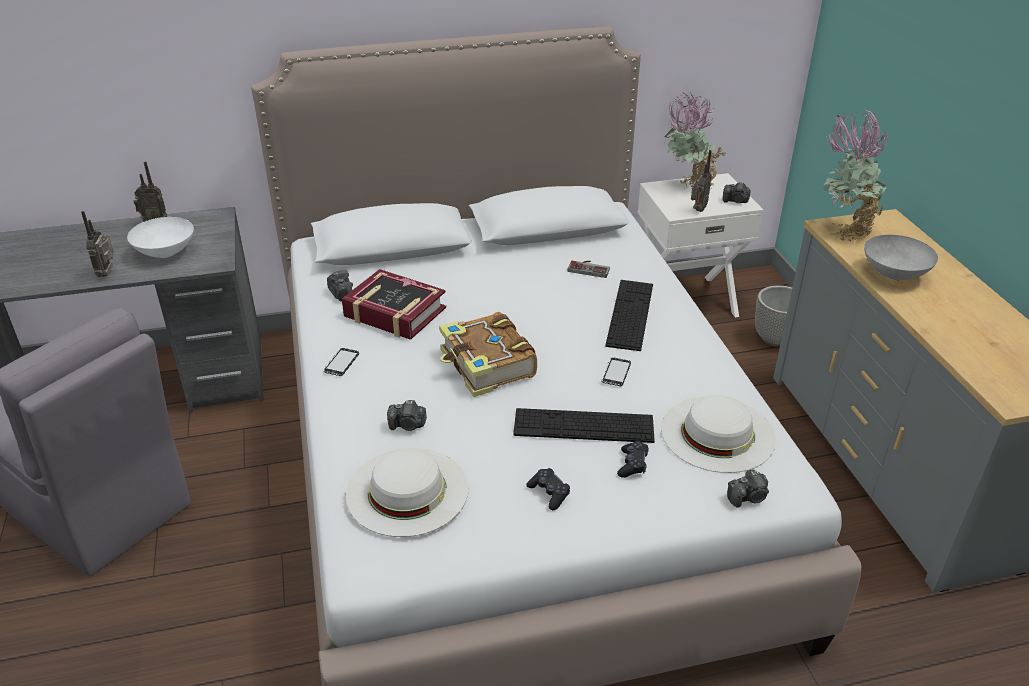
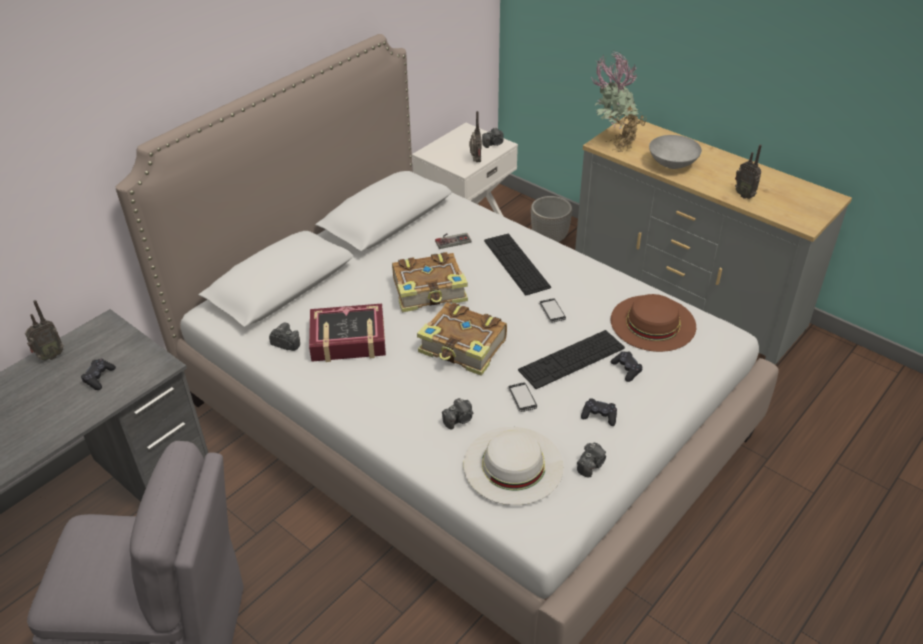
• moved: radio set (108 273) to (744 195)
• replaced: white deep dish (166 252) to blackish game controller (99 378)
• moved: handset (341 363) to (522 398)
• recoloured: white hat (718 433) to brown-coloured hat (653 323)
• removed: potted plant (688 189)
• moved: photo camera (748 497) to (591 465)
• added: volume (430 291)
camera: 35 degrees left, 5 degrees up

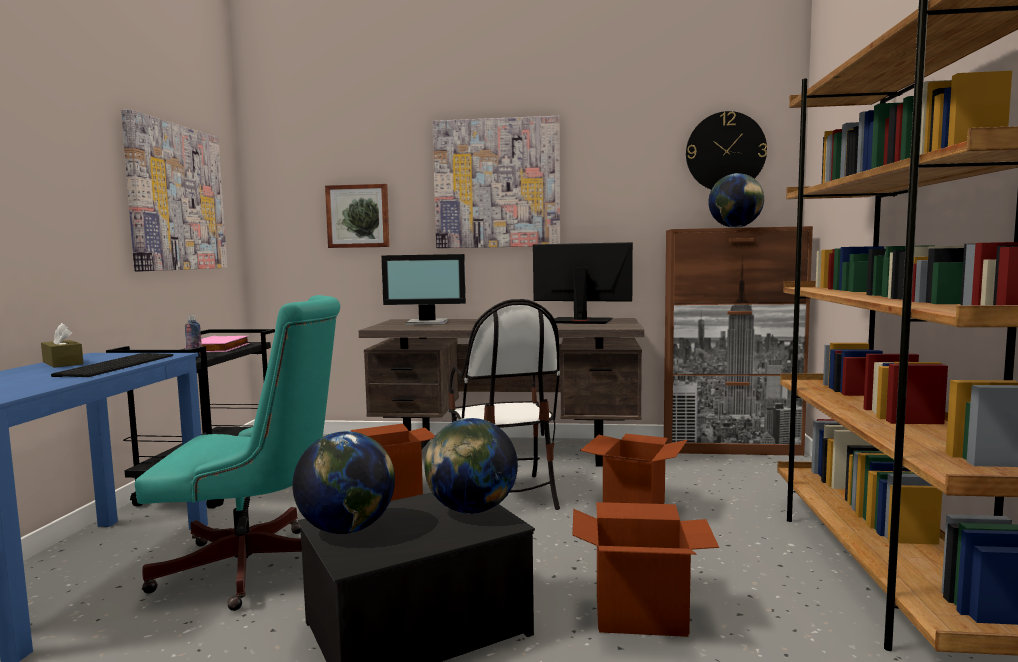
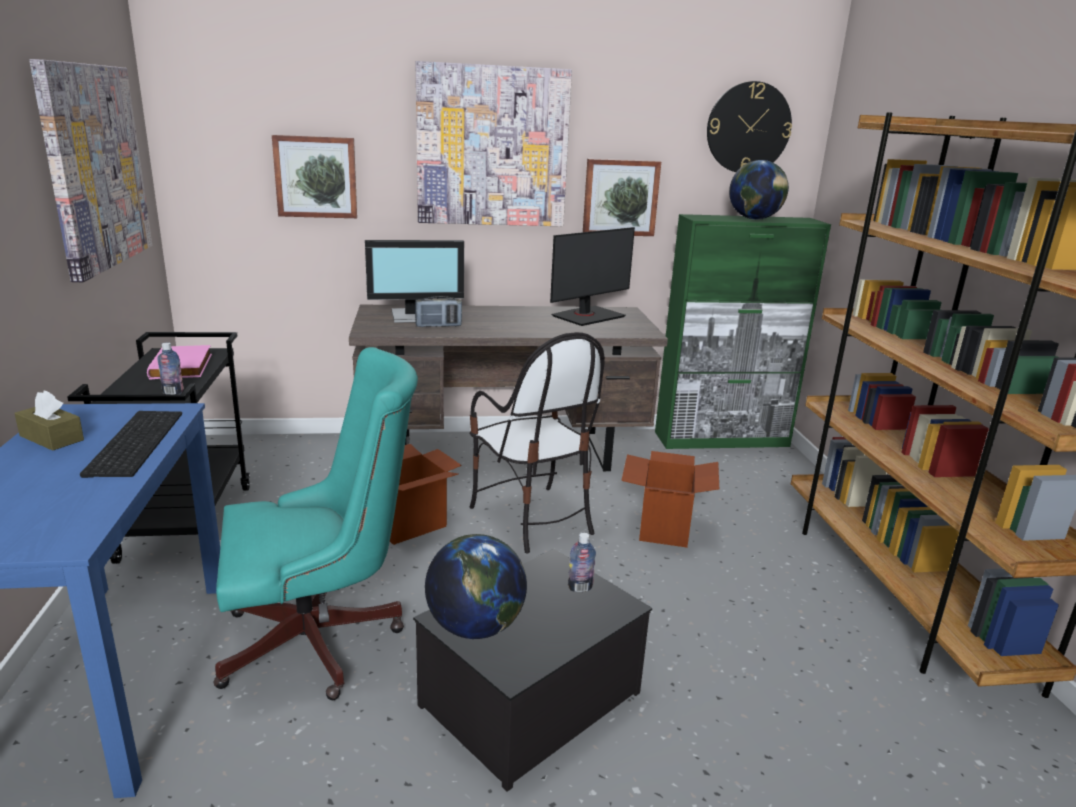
• replaced: globe (472 510) to drink bottle (580 588)
• turned: monitor (581 321) = (587 316) 135 degrees clockwise
• removed: packing box (641 615)
• recoloured: brown-coloured cabinet (732 448) to green cabinet (722 439)
• added: radio set (438 326)
• added: wall art (620 197)
camera: 15 degrees left, 15 degrees up

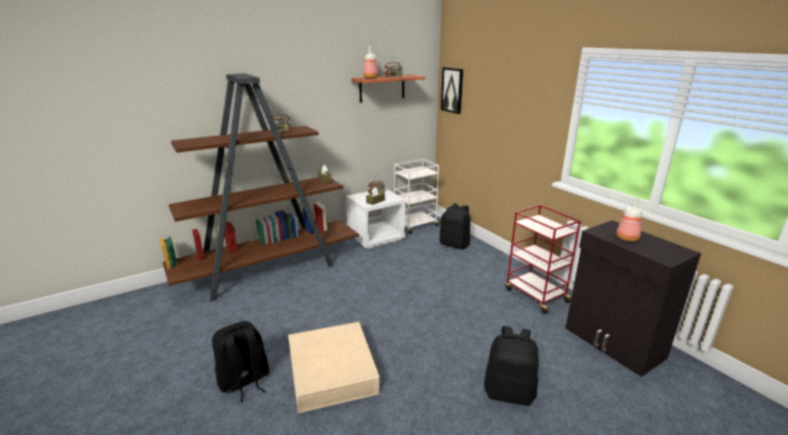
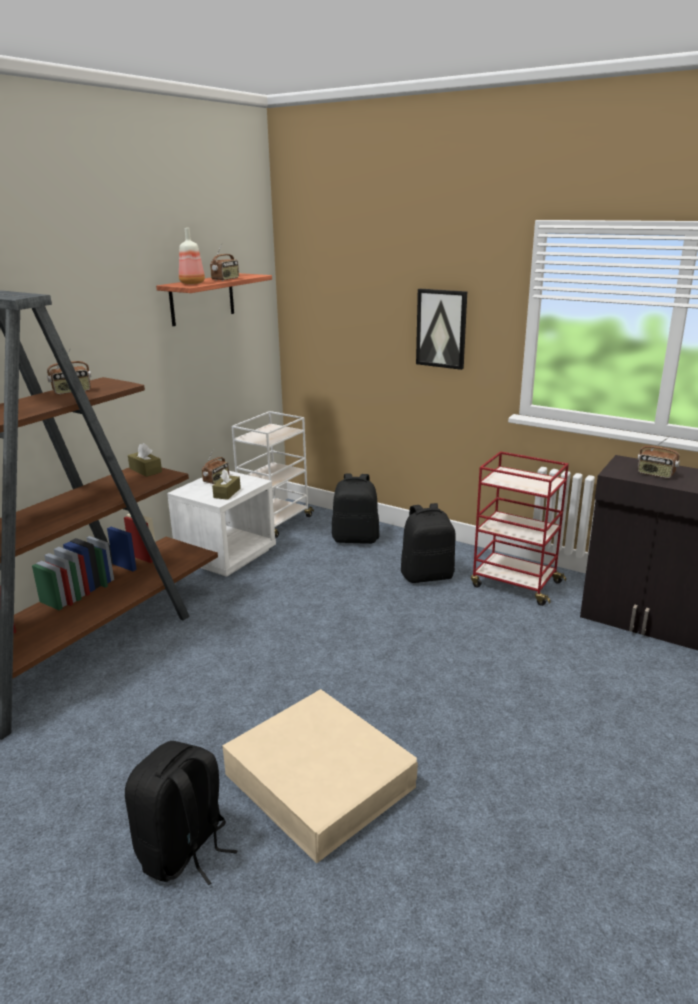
• moved: wall art (452 90) to (441 328)
• moved: blackish rucksack (509 392) to (427 575)
• replaced: drink bottle (627 238) to radio set (655 474)
camera: 25 degrees left, 0 degrees up

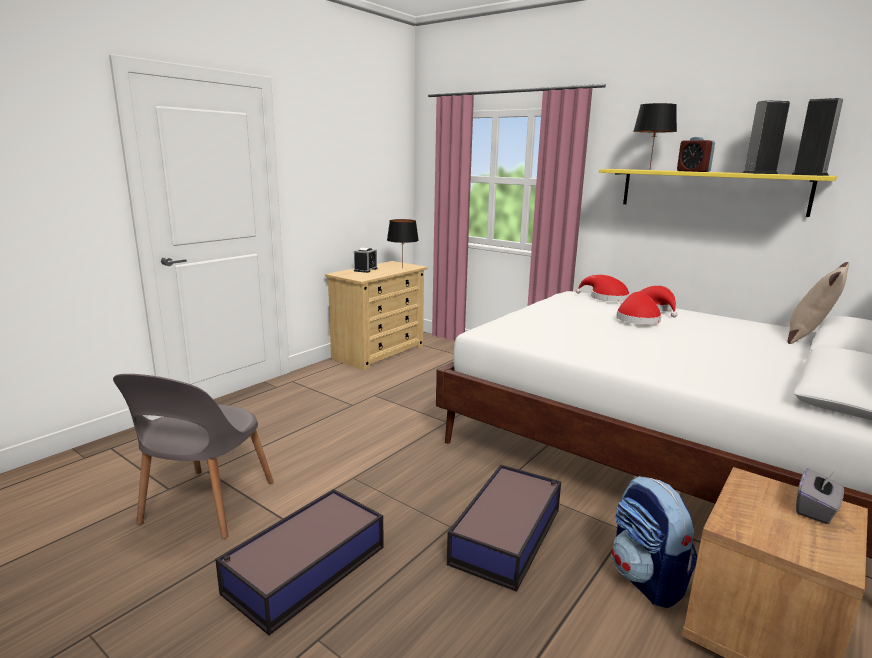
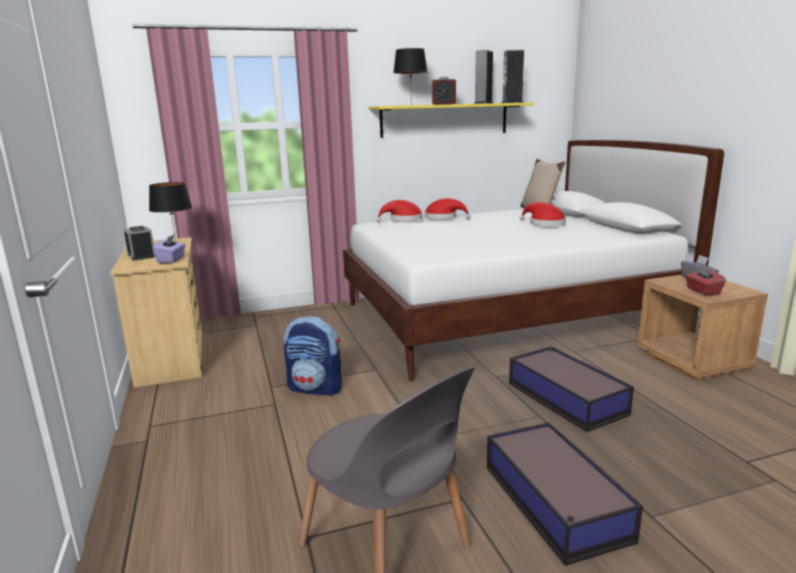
• moved: rucksack (646 579) to (316 388)
• moved: reddish hat (637 319) to (544 223)
• added: purplish tissue box (171 260)
• added: reddish tissue box (702 291)
camera: 55 degrees left, 0 degrees up

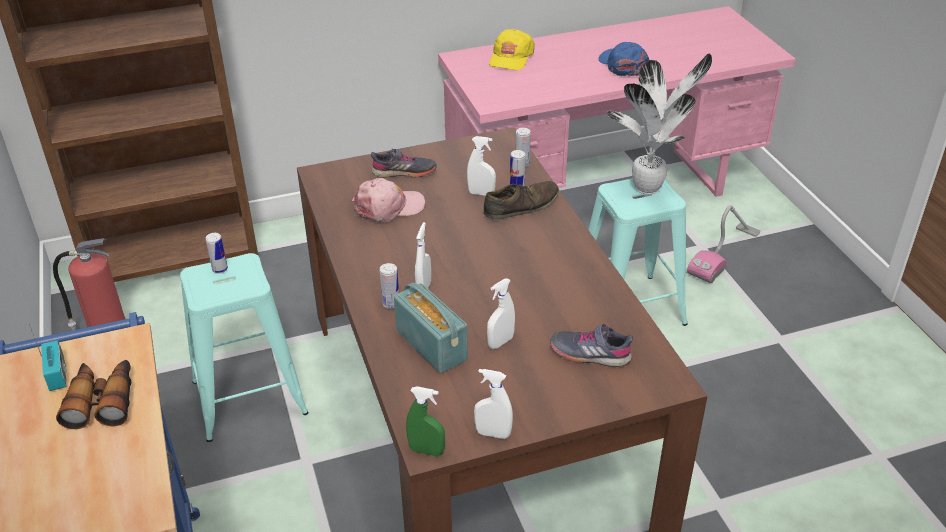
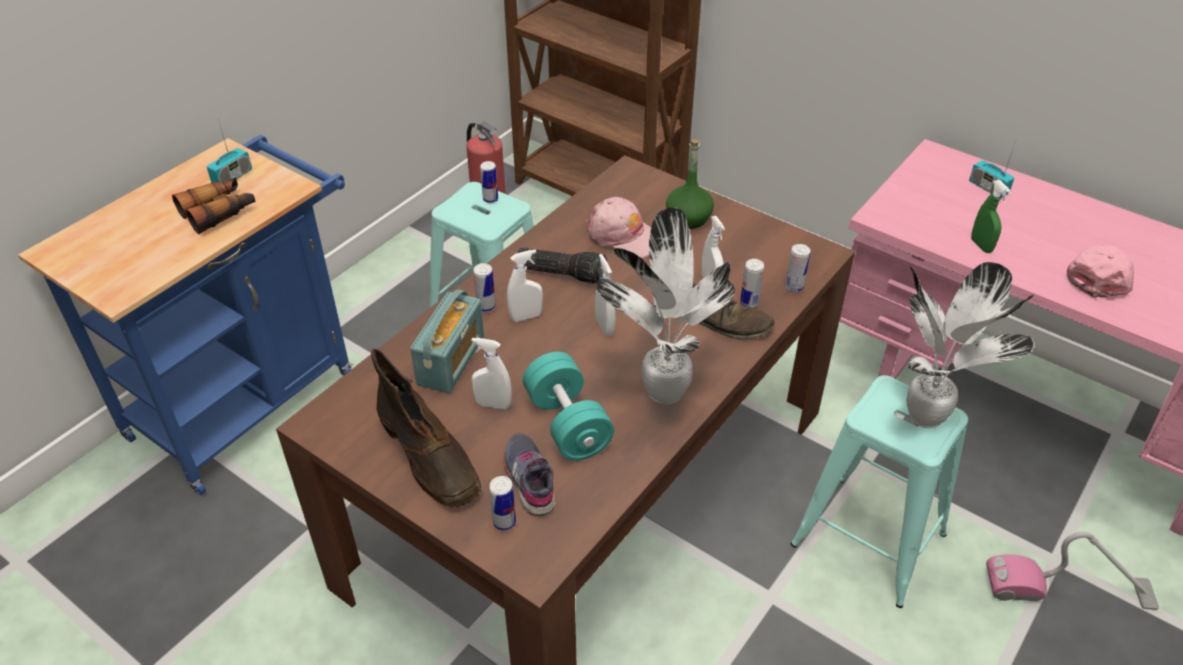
• replaced: grey item of footwear (404 172) to green drink bottle (688 218)
• moved: green hand sprayer (426 451) to (981 245)
• moved: white hand sprayer (493 434) to (604 326)
• replaced: yellow-coloured peaked cap (511 58) to radio set (988 188)
• recoloured: blue-coloured peaked cap (622 65) to pink-coloured peaked cap (1100 275)
• added: brown-coloured tall boot (430 457)
• added: sealed can (504 522)
• added: torch (562 273)
• added: turquoise-coloured hand weight (567 424)
• added: potted plant (662 394)
camera: 55 degrees right, 5 degrees up

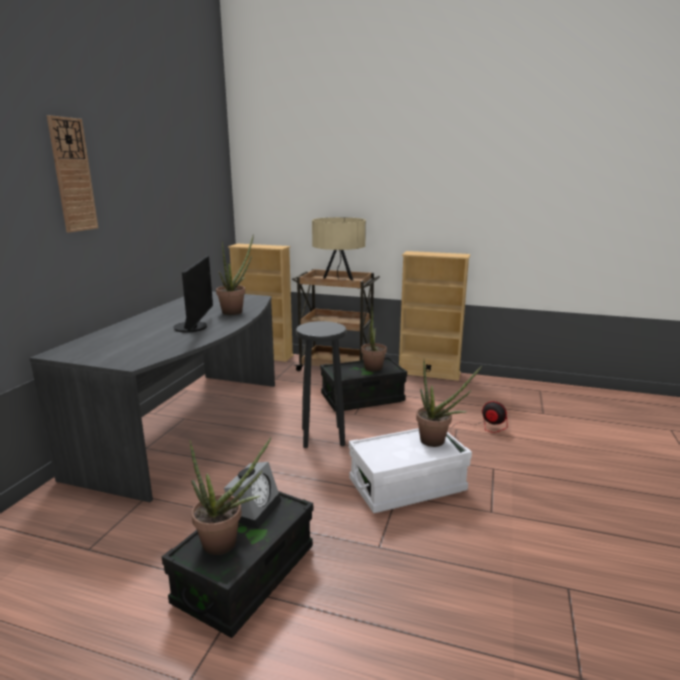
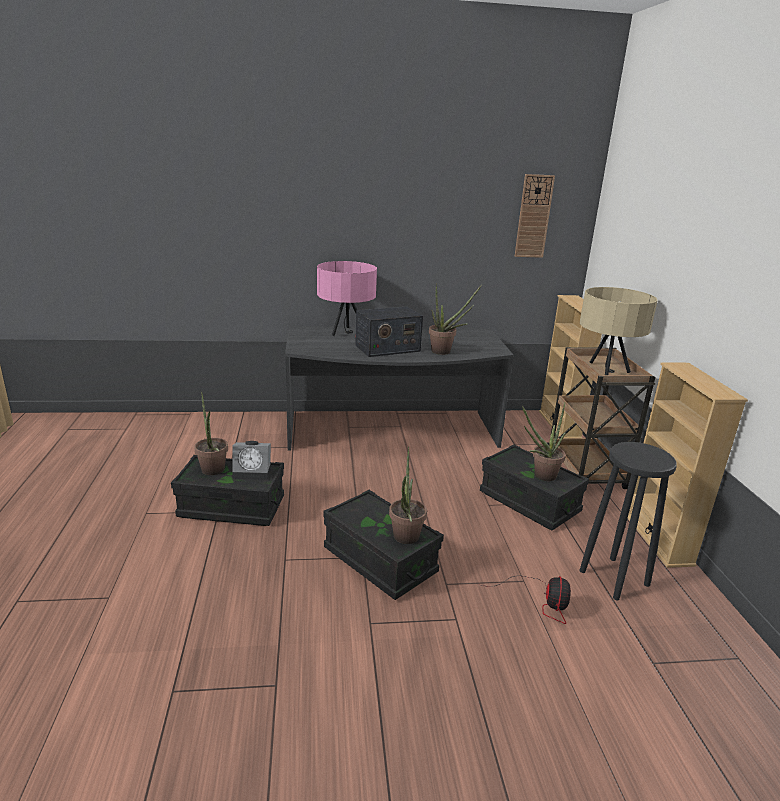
• moved: wall clock (72 175) to (533 216)
• replaced: monitor (194 327) to radio set (387 348)
• moved: blackish sitting stool (323 437) to (613 578)
• recoloured: white storage container (407 486) to blackish storage container (380 561)
• added: pink-coloured table lamp (345 333)
camera: 65 degrees right, 5 degrees up

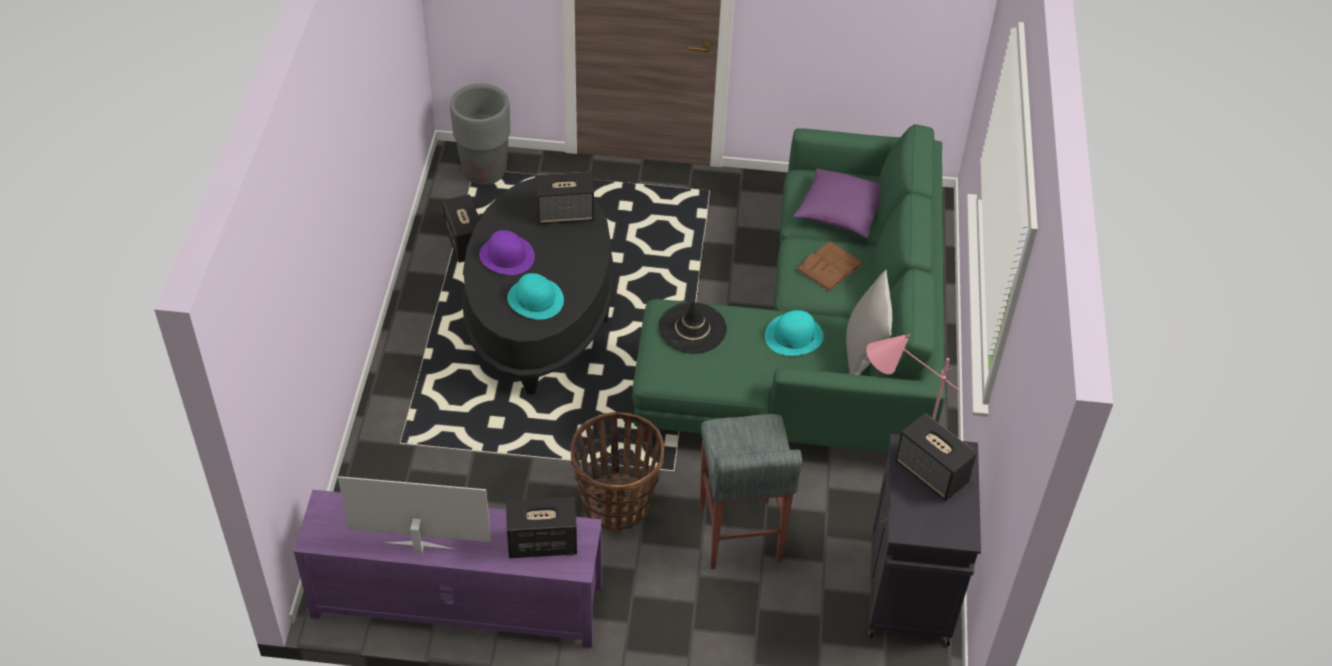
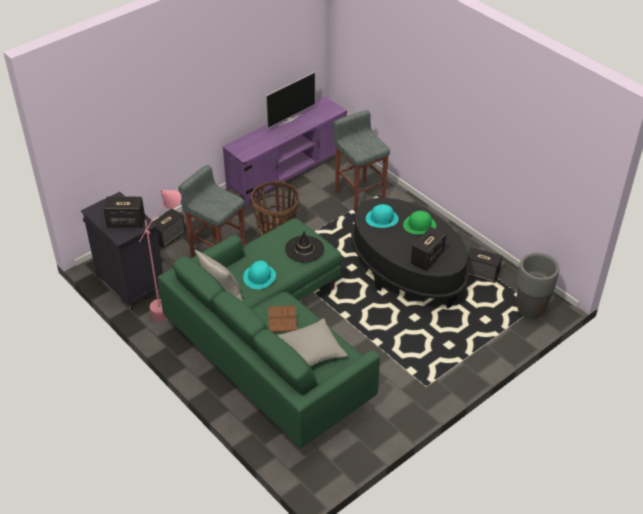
• recoloured: purplish hat (506 255) to green hat (419 225)
• moved: loudspeaker (541 543) to (168 236)
• recoloured: purplish cushion (840 212) to grey cushion (312 351)
• added: grey sitting stool (360 196)
camera: 135 degrees right, 5 degrees down

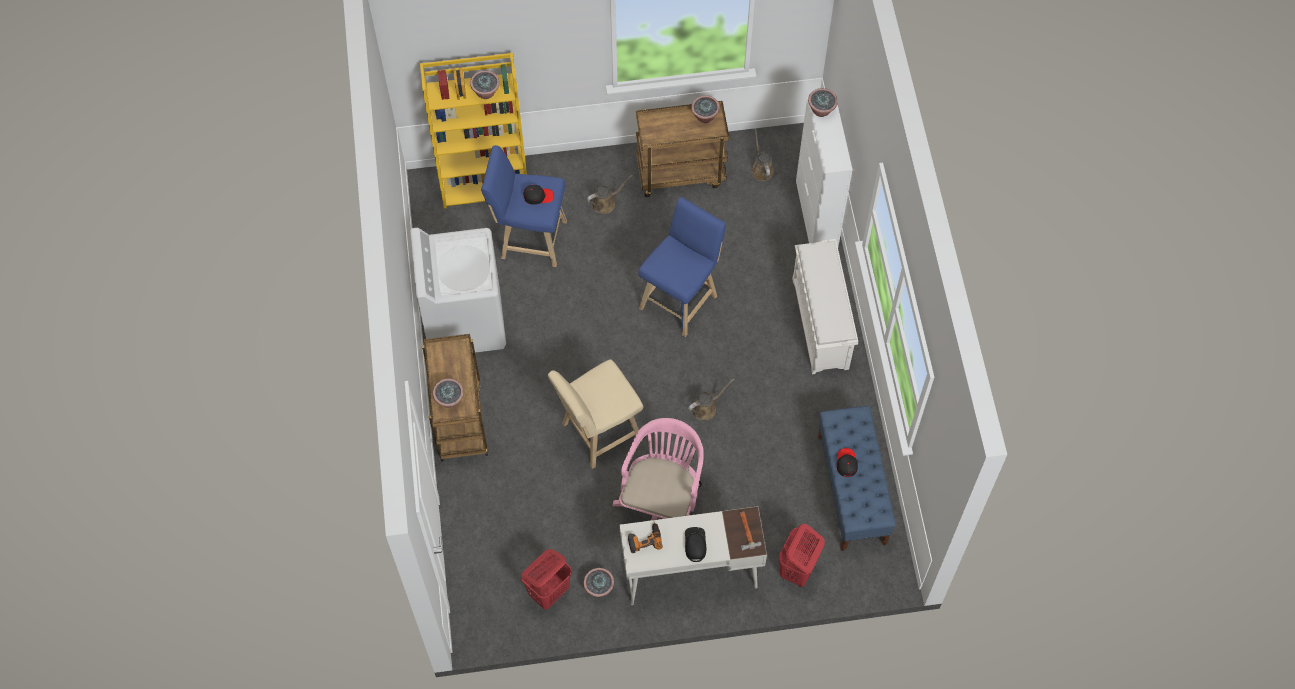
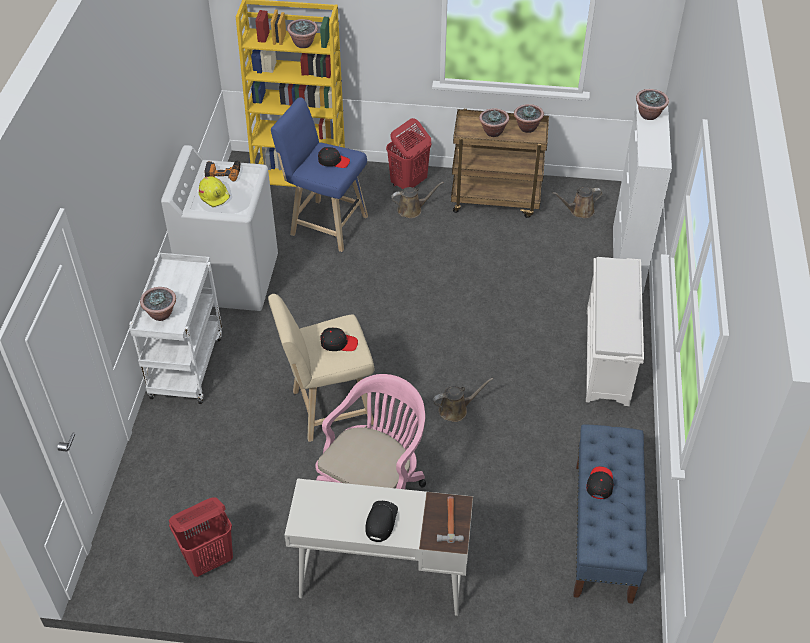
• recoloured: brown-coloured cart (459 420) to white cart (186 365)
• moved: potted plant (599 588) to (493 132)
• moved: electric drill (644 539) to (223 172)
• removed: blue-coloured sitting stool (681 299)
• turned: brown-coloured watering pot (761 169) = (579 211) 105 degrees counterclockwise
• moved: reddish laundry basket (797 570) to (408 183)
• added: yellow-coloured work helmet (215 196)
• added: blackish peaked cap (338 343)
camera: 15 degrees right, 15 degrees down

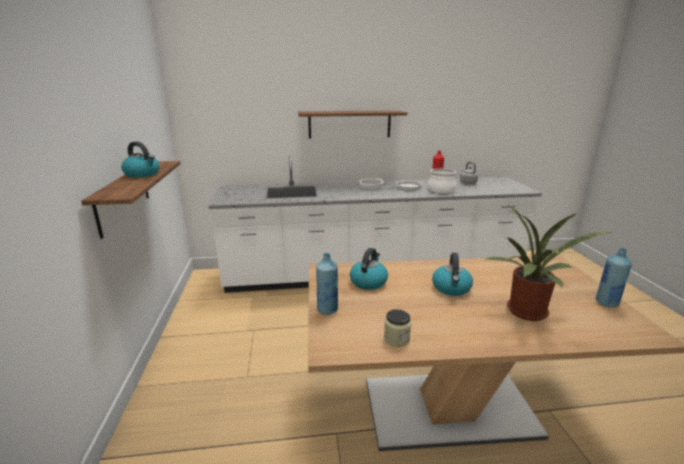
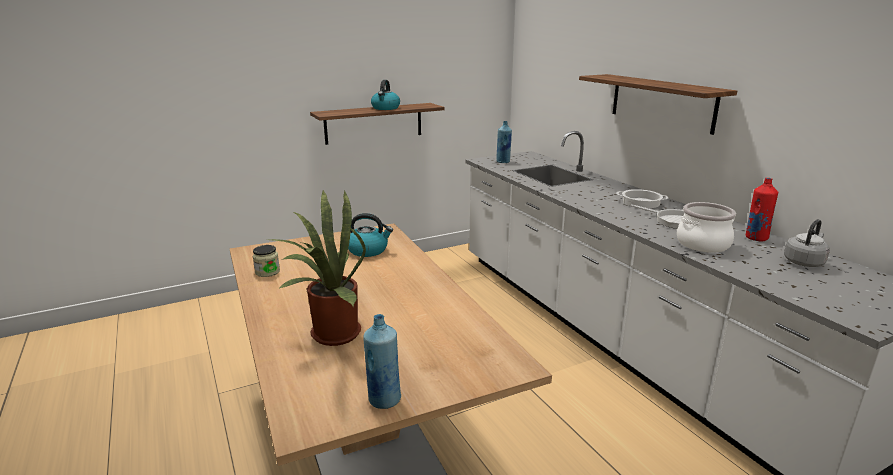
• moved: blue-coloured drink bottle (327 310) to (503 162)
• removed: tea kettle (451 288)
camera: 70 degrees right, 0 degrees up

